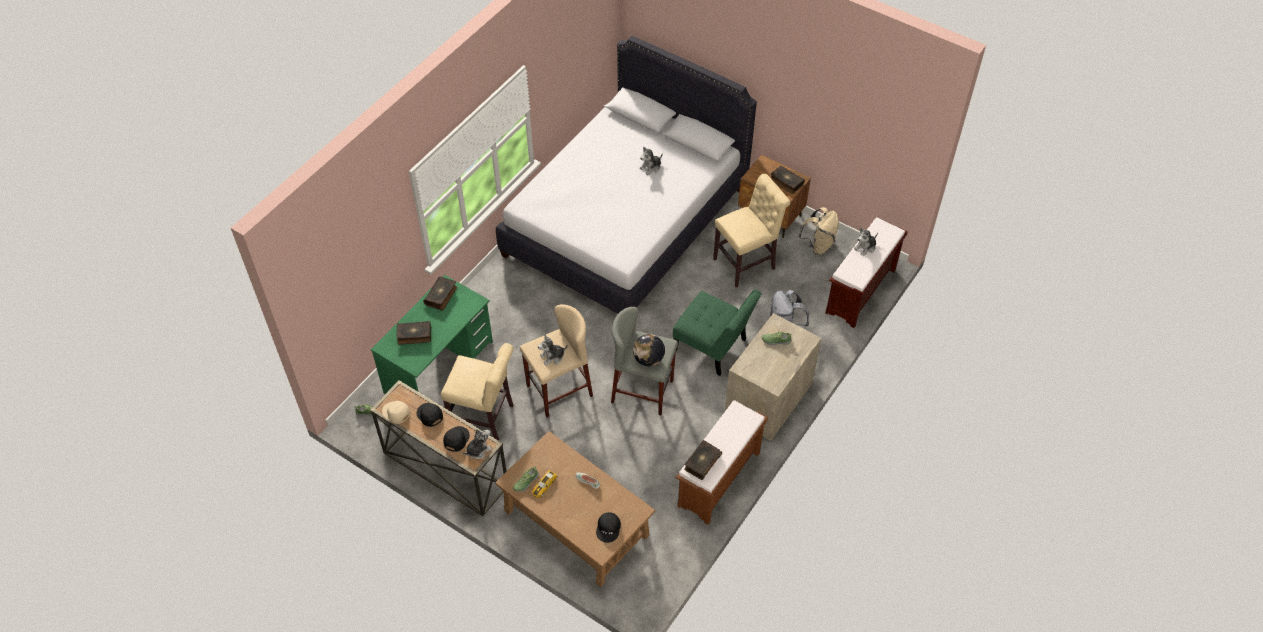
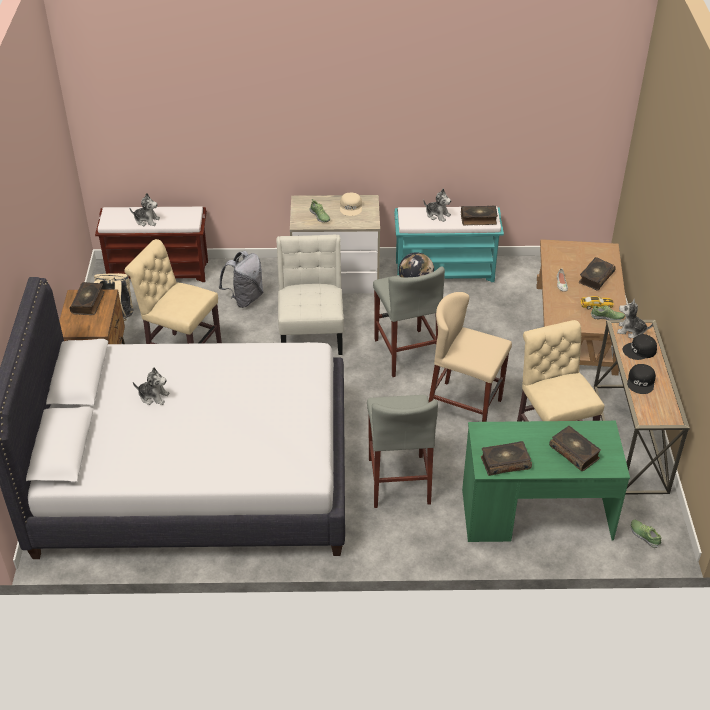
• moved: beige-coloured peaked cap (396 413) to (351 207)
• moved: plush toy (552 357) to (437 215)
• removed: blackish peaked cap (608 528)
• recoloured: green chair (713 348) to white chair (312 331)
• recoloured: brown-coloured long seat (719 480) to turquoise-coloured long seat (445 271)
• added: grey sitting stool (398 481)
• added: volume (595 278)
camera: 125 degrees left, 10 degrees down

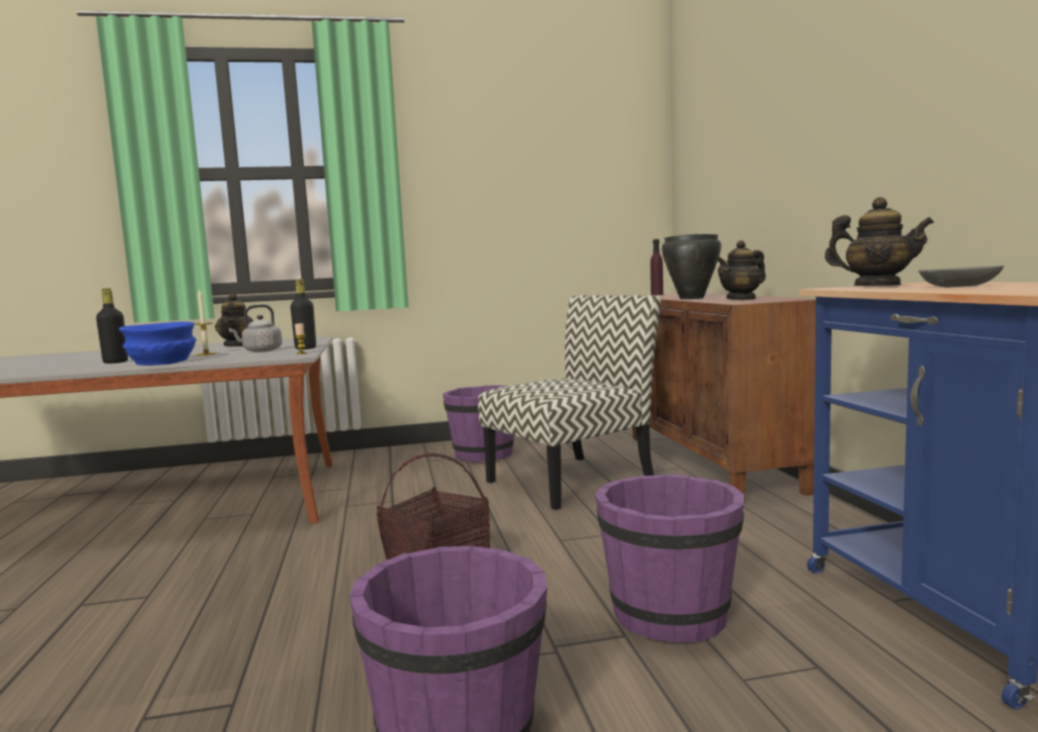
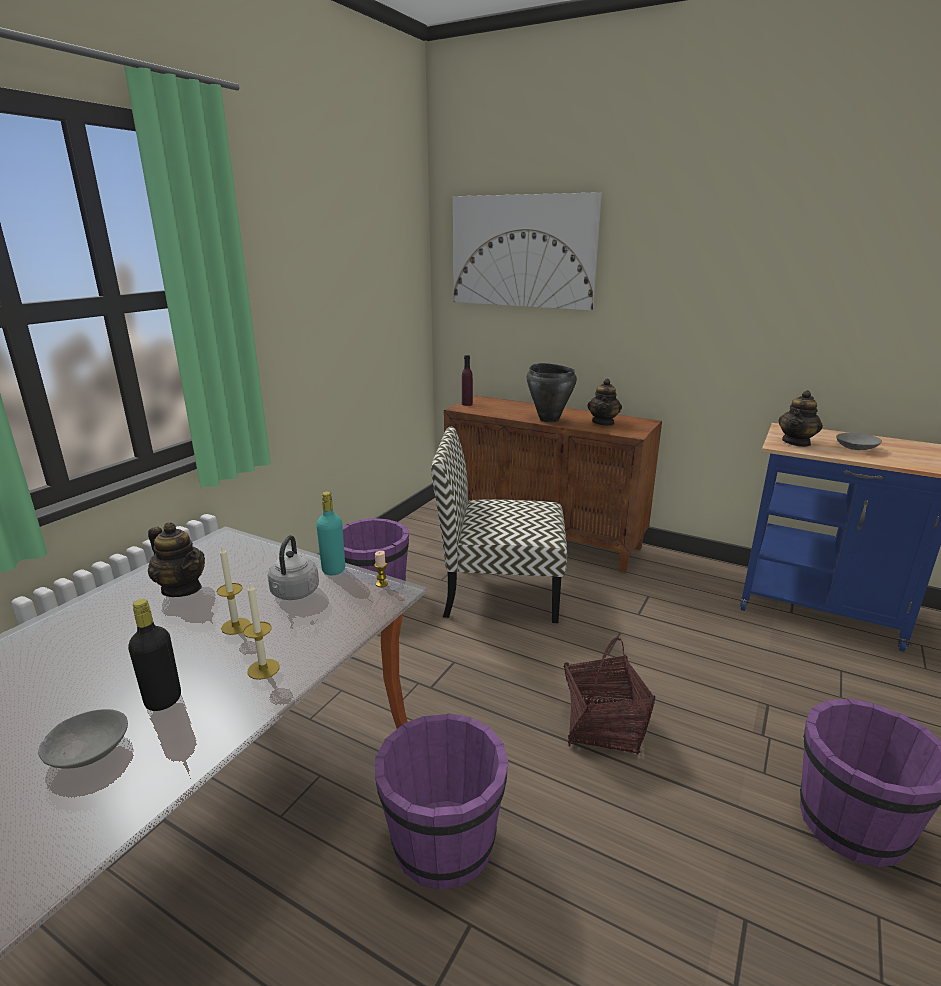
• replaced: blue-coloured deep dish (163 362) to candle (263 669)
• recoloured: blackish drink bottle (305 348) to turquoise-coloured drink bottle (333 570)
• turned: chair (571 480) = (499 592) 90 degrees counterclockwise
• moved: purplish pail (670 614) to (443 842)
• turned: teapot (876 286) = (796 442) 150 degrees clockwise
• added: grey deep dish (88 750)
• added: wall art (522 251)
camera: 50 degrees left, 15 degrees up

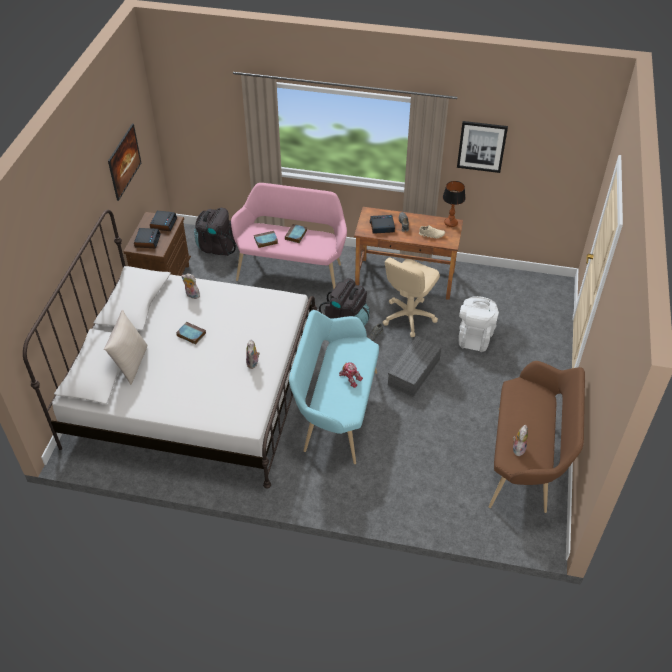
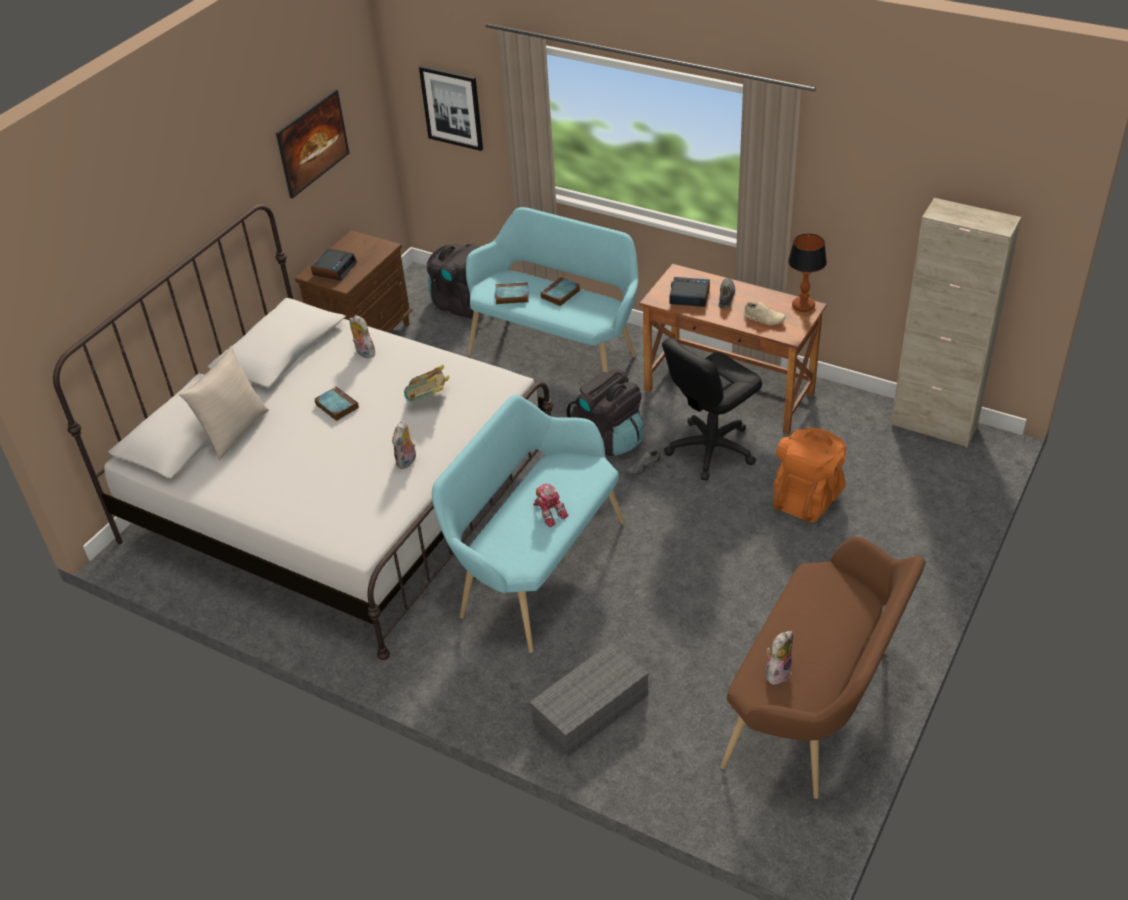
• removed: alarm clock (163 223)
• recoloured: pink-coloured long seat (292 270) to turquoise-coloured long seat (557 352)
• recoloured: beige-coloured office chair (408 317) to blackish office chair (711 449)
• moved: grey storage container (414 373) to (590 711)
• moved: wall art (481 146) to (452 107)
• recoloured: white rucksack (475 337) to orangey rucksack (807 498)
• added: volume (429 399)
• added: beige-coloured cabinet (933 426)
camera: 20 degrees right, 5 degrees down

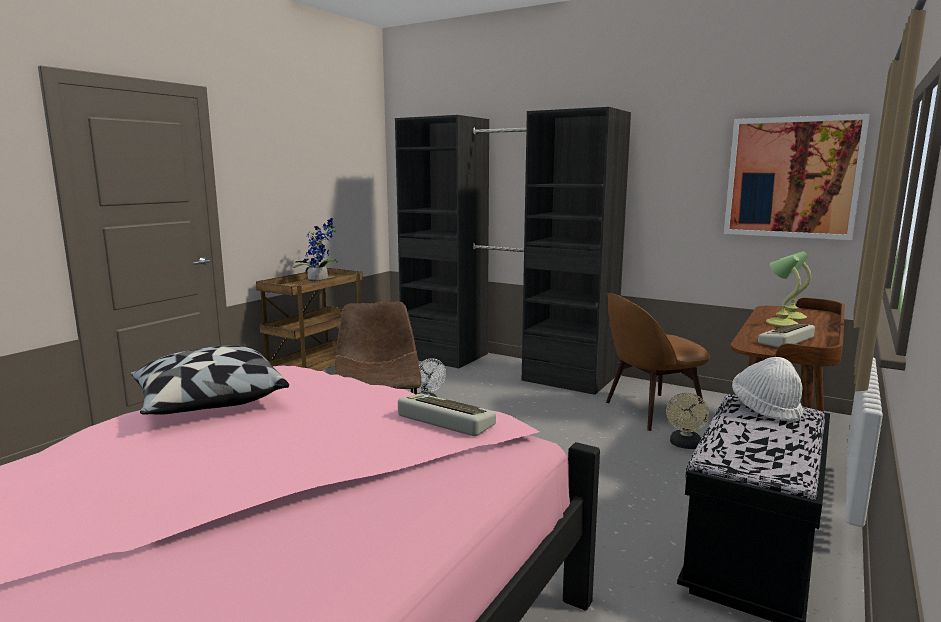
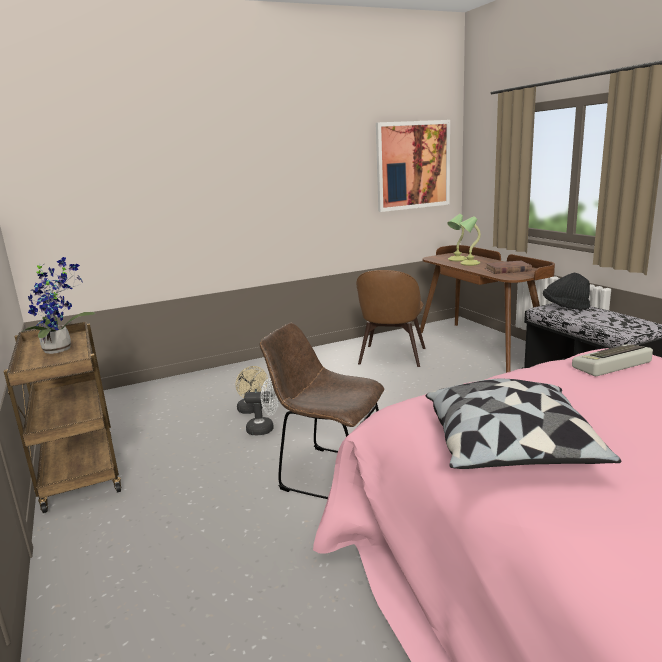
• removed: blackish clothes cupboard (504 366)
• moved: beige-coloured fan (685 445) to (252 410)
• recoloured: white hat (766 408) to blackish hat (565 307)
• replaced: PC keyboard (787 341) to brown-coloured volume (507 270)
camera: 55 degrees left, 5 degrees up

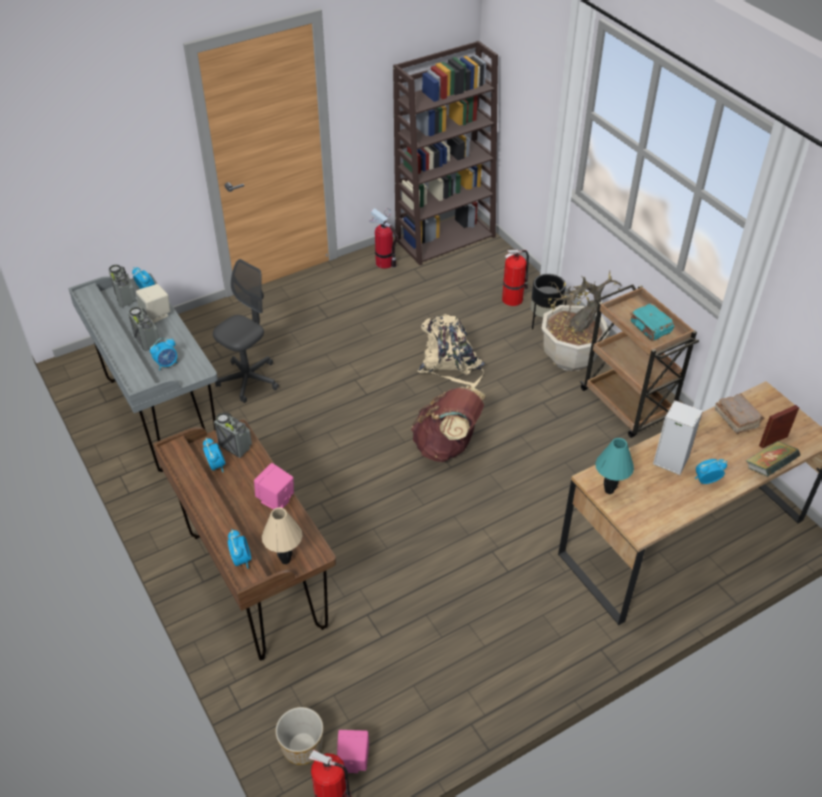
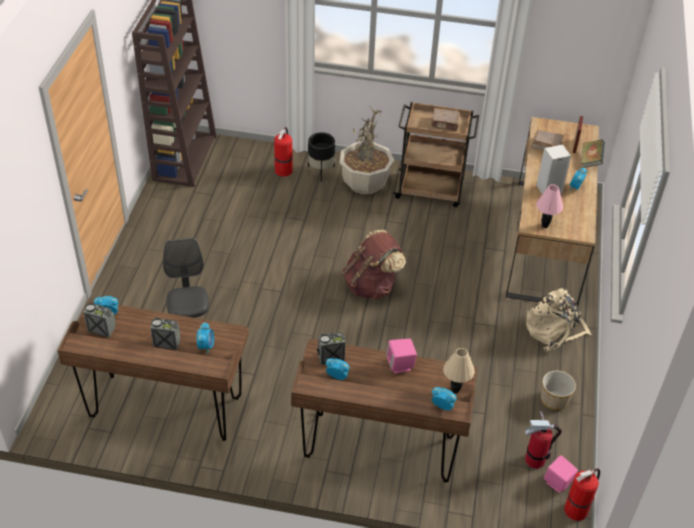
• recoloured: grey desk table (161 415) to brown-coloured desk table (166 408)
• removed: beige-coloured loudspeaker (156 315)
• moved: plant pot (302 746) to (554 399)
• moved: fire-fighting cylinder (384 263) to (535 460)
• moved: beige-coloured rucksack (451 366) to (554 330)
• recoloured: turquoise-coloured table lamp (608 490) to pink-coloured table lamp (544 225)
• recoloured: turquoise-coloured volume (650 328) to brown-coloured volume (445 124)
camera: 50 degrees left, 0 degrees up

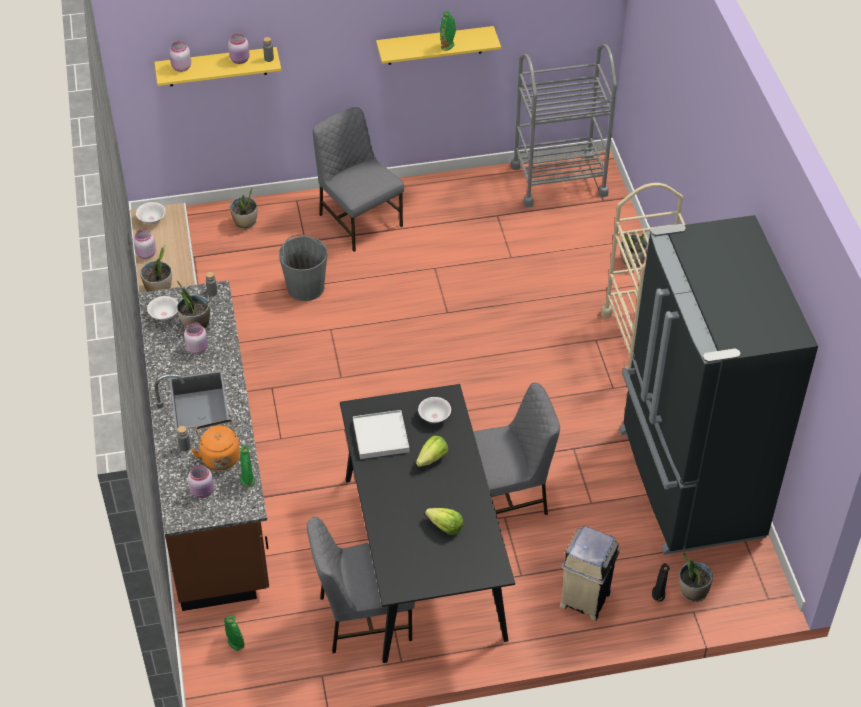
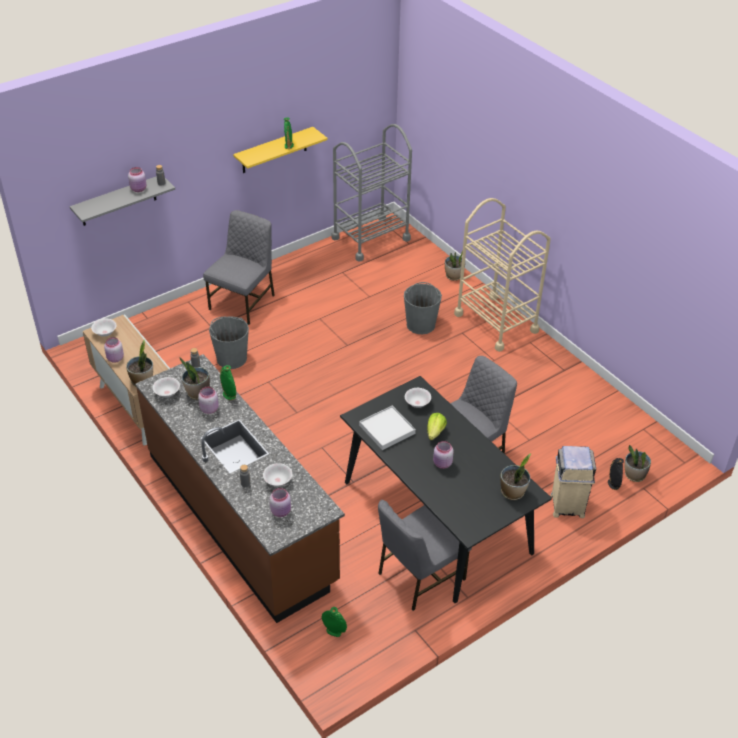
• recoloured: yellow-coloured shelf (217 67) to grey shelf (118 201)
• moved: pink-coloured storage jar (181 67) to (442 464)
• replaced: orangey tea kettle (219 456) to white deep dish (278 481)
• moved: potted plant (245 223) to (513 492)
• moved: green decorative vase (247 480) to (229 395)
• turned: grey chair (359 220) = (243 302) 90 degrees clockwise
• removed: lettuce head (445 527)
• removed: blackish fridge (688 484)
• added: grey pail (421 324)
camera: 25 degrees left, 5 degrees down

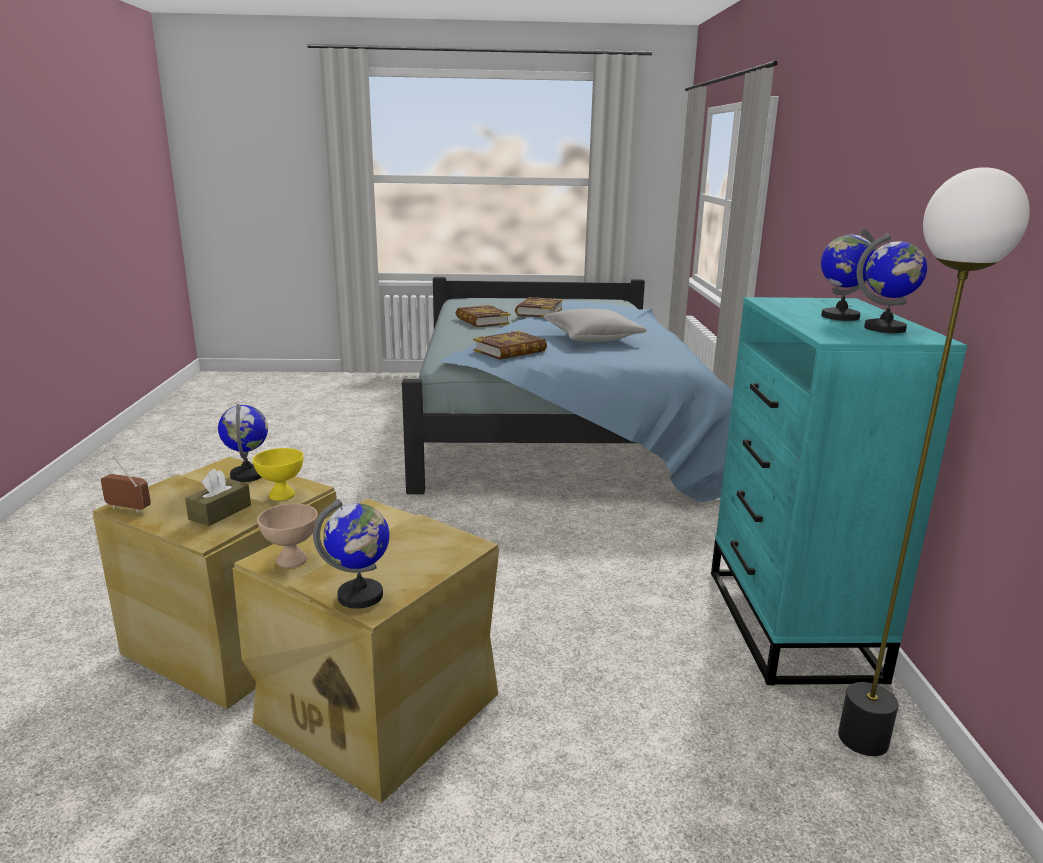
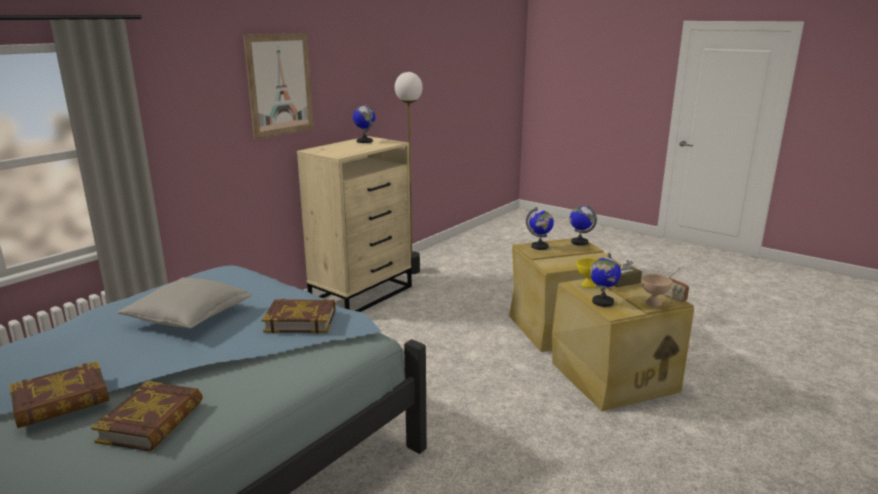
• moved: beige-coloured deep dish (291 561) to (654 303)
• recoloured: turquoise-coloured chest of drawers (791 624) to beige-coloured chest of drawers (362 294)
• moved: globe (839 316) to (540 247)
• added: wall art (280 85)
camera: 140 degrees left, 0 degrees up

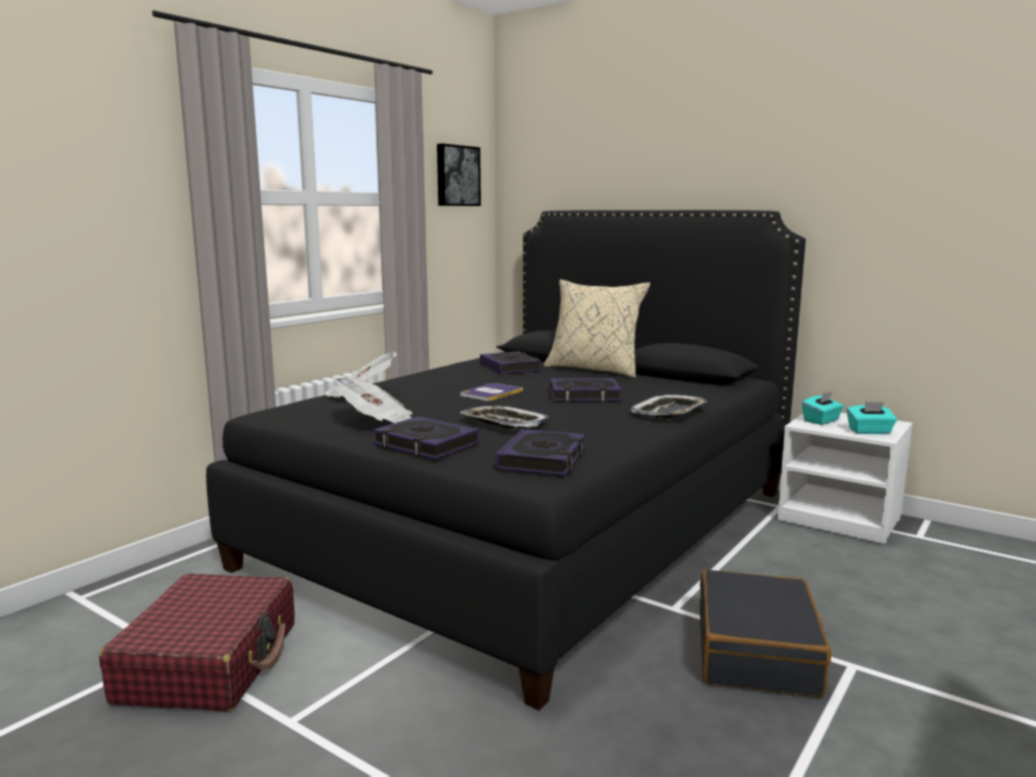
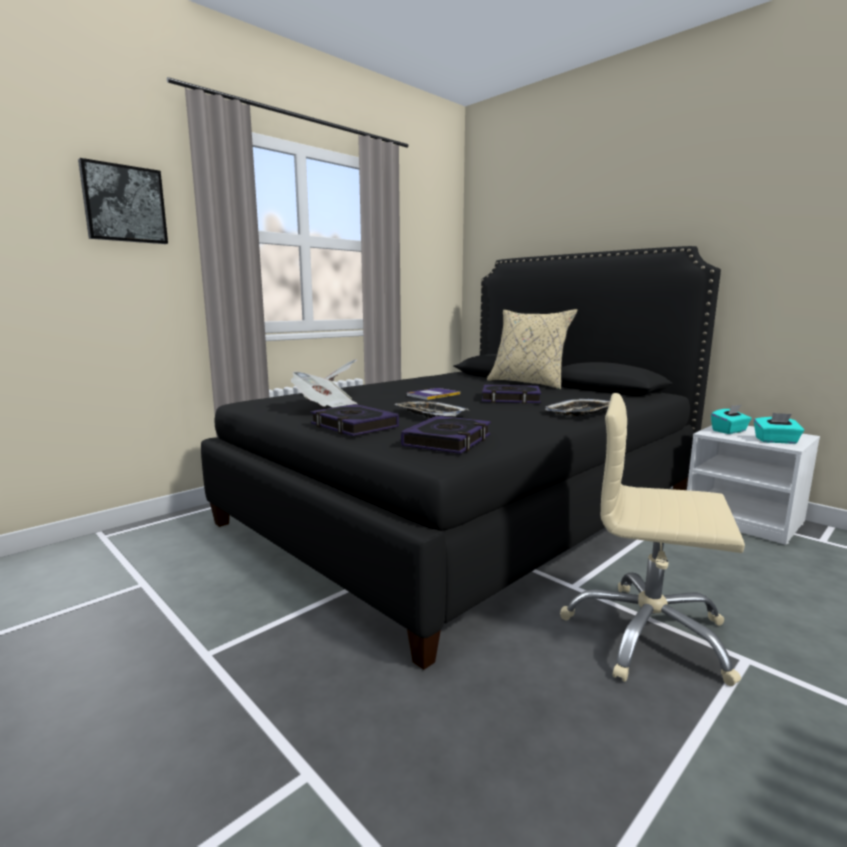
• removed: reddish travel case (210 662)
• moved: wall art (456 176) to (124 204)
• removed: volume (510 368)
• replaced: blackish travel case (757 651) to beige-coloured office chair (647 635)
camera: 10 degrees right, 0 degrees up

